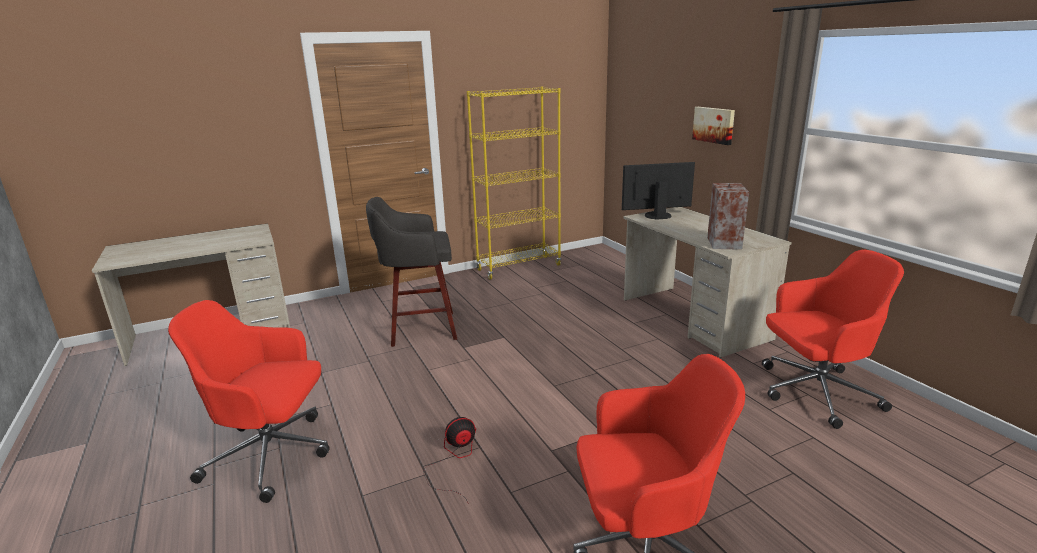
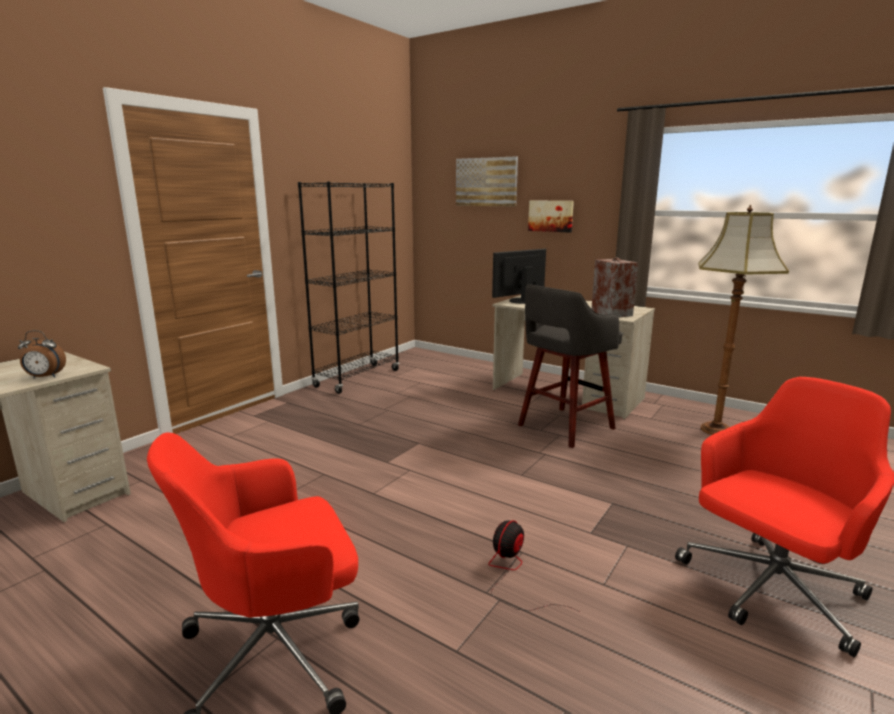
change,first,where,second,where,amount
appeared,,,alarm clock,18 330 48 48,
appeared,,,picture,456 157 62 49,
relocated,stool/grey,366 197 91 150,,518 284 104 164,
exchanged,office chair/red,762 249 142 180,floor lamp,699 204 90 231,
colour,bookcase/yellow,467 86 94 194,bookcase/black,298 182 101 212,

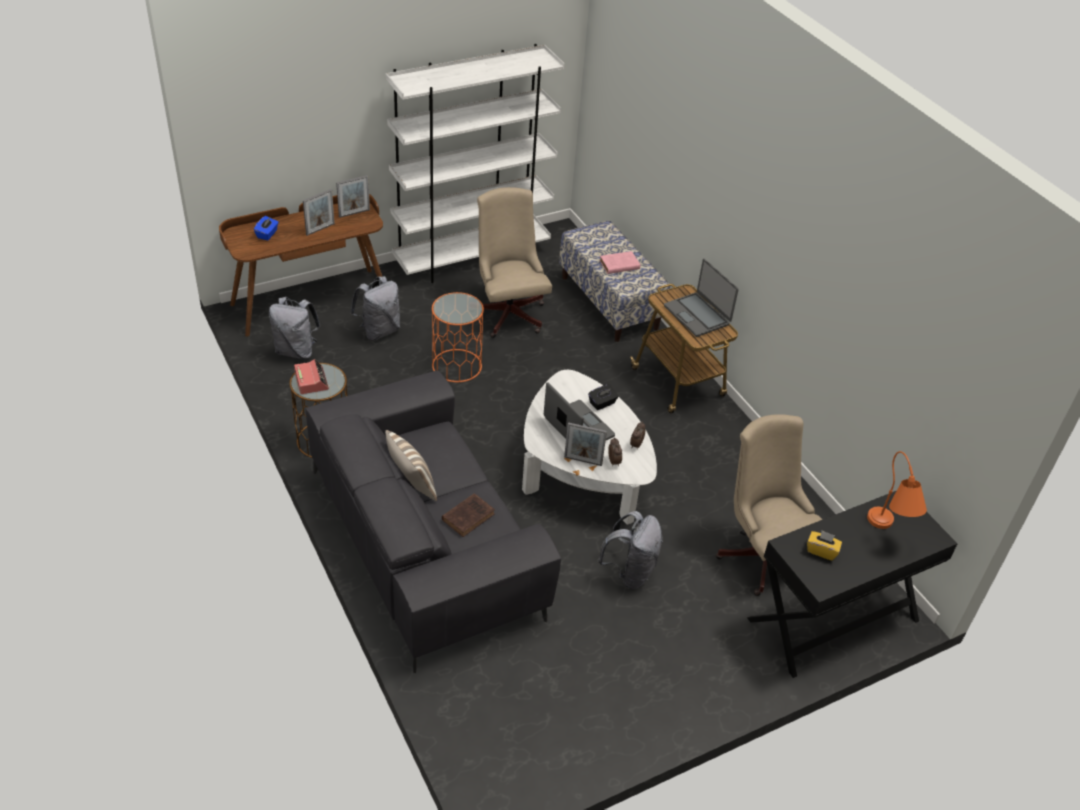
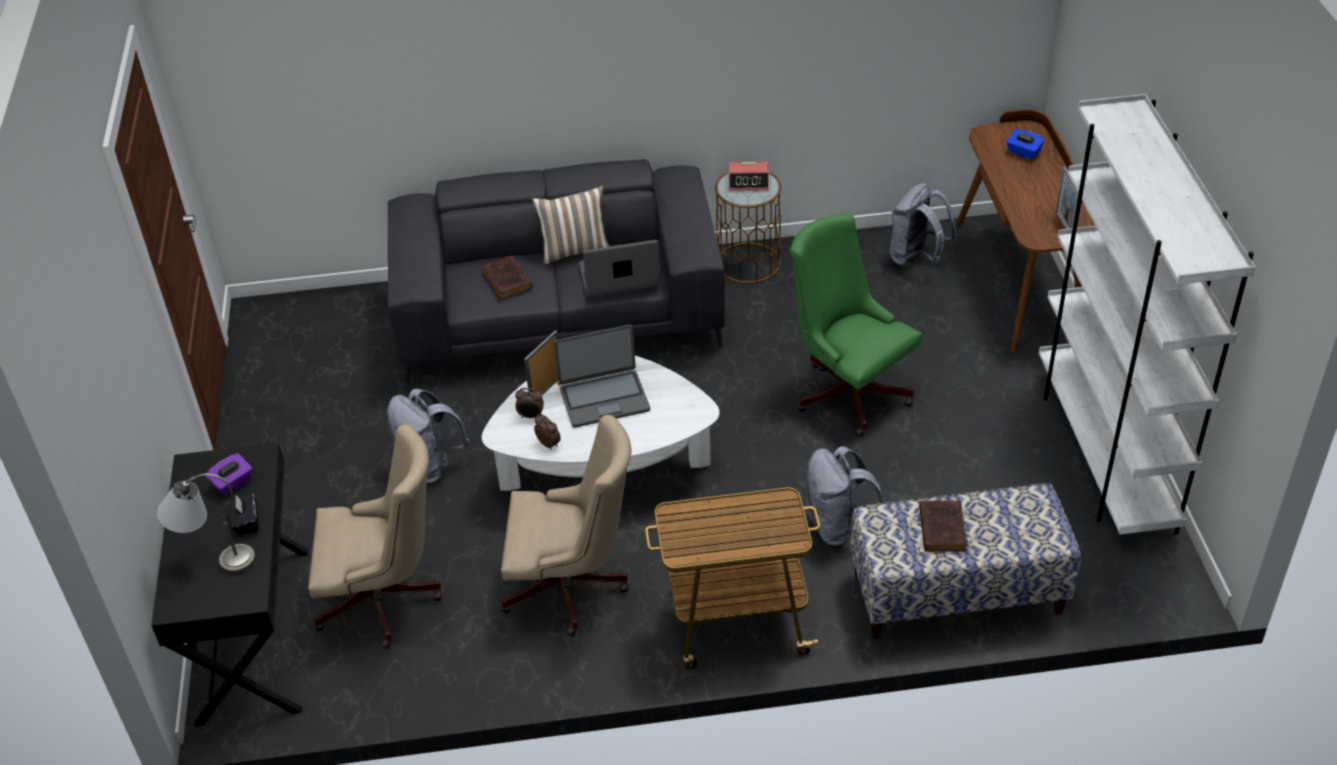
change,first,where,second,where,amount
missing,picture frame,303 189 32 47,,,
relocated,backpack/grey,350 276 50 64,,805 446 78 100,
relocated,office chair/beige,477 187 75 151,,501 415 131 221,
relocated,tissue box/black,588 384 30 26,,229 490 29 45,
relocated,laptop,664 259 74 78,,579 240 81 57,
exchanged,side table/orange,432 292 52 90,office chair/green,789 213 133 224,
colour,book/pink,600 251 40 23,book/brown,919 501 48 51,
colour,tissue box/yellow,807 530 35 31,tissue box/purple,205 453 48 43,
colour,table lamp/orange,867 451 60 78,table lamp/grey,157 474 99 100,

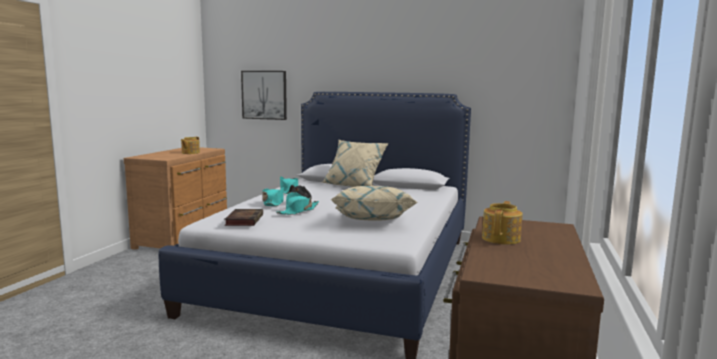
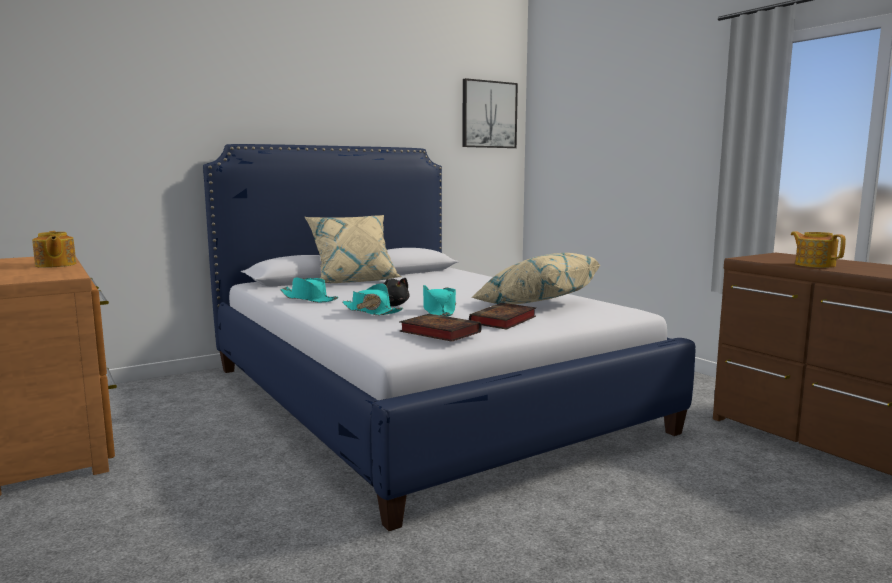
change,first,where,second,where,amount
appeared,,,book,469 303 67 27,
relocated,picture,241 71 46 49,,462 78 56 70,

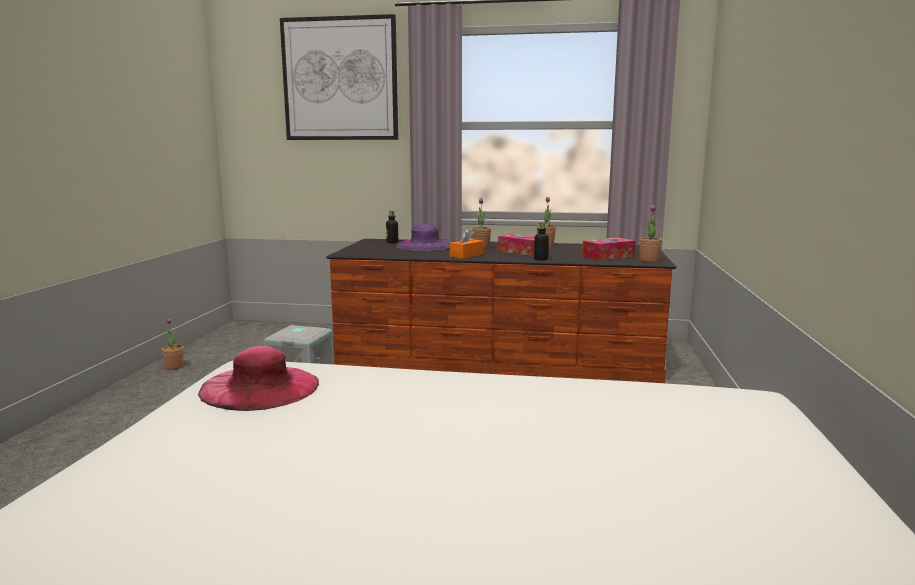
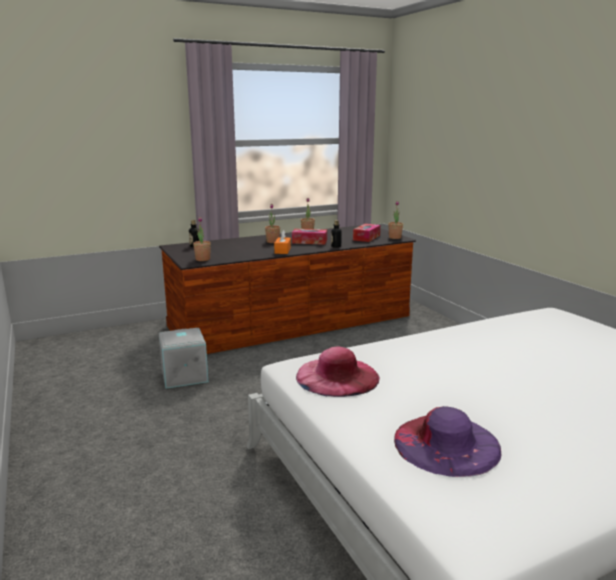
change,first,where,second,where,amount
missing,picture,280 14 118 126,,,
relocated,potted plant,161 318 23 52,,193 217 18 44,
relocated,hat/purple,396 223 57 28,,394 406 108 71,

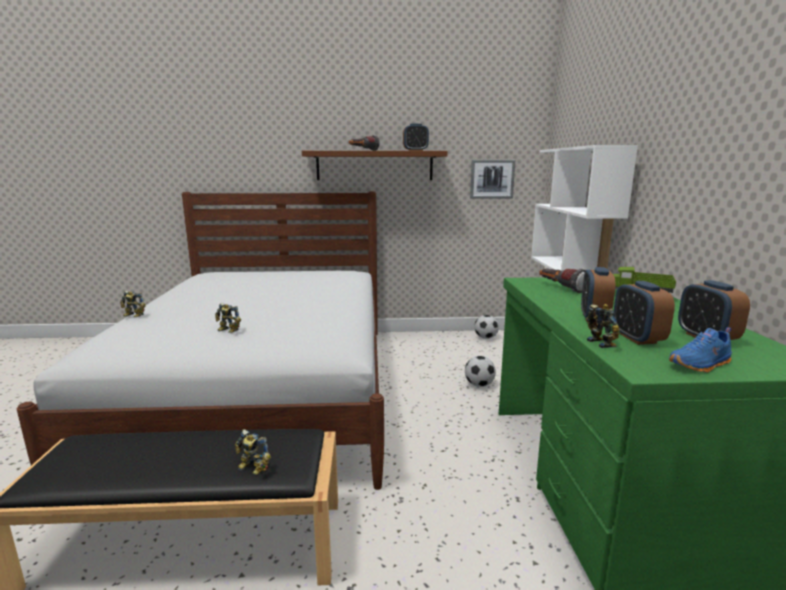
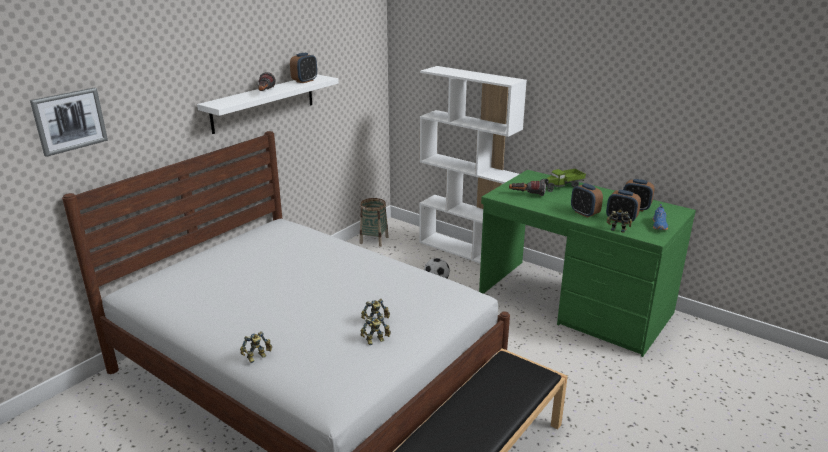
change,first,where,second,where,amount
relocated,toy robot,235 429 36 46,,361 316 30 29,
relocated,picture,470 160 45 39,,30 88 78 69,
exchanged,football,474 315 25 24,basket,360 198 28 49,
colour,shelf/brown,302 151 146 29,shelf/white,197 74 142 60,

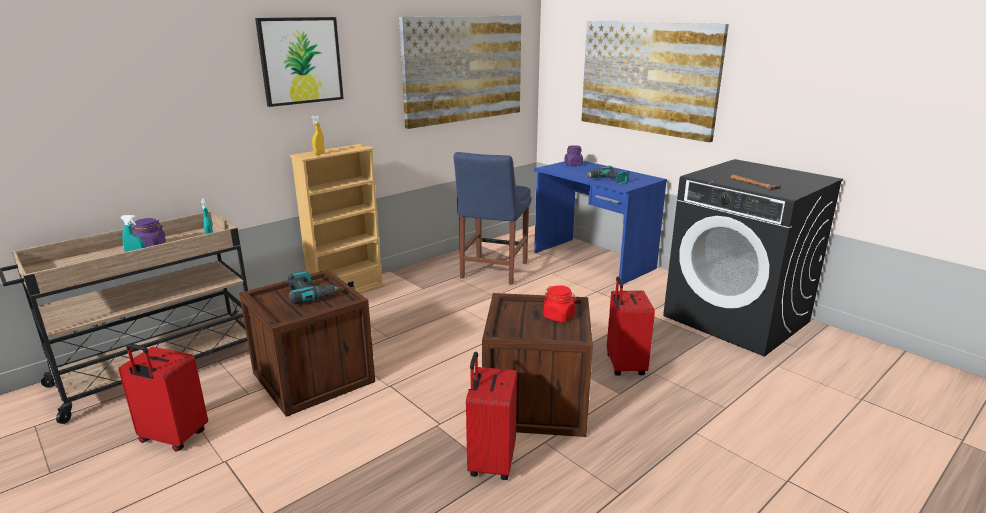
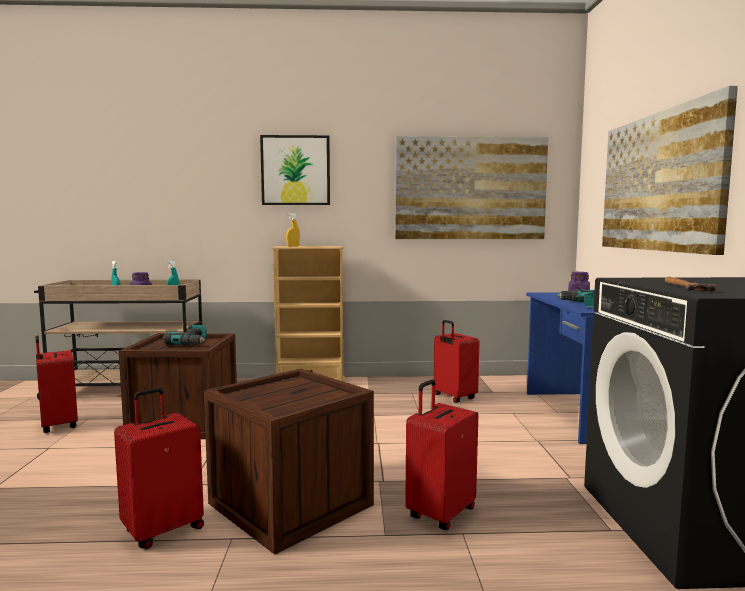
change,first,where,second,where,amount
missing,jar/red,544 285 33 37,,,
exchanged,chair/blue,454 152 77 133,suitcase/red,434 320 45 83,

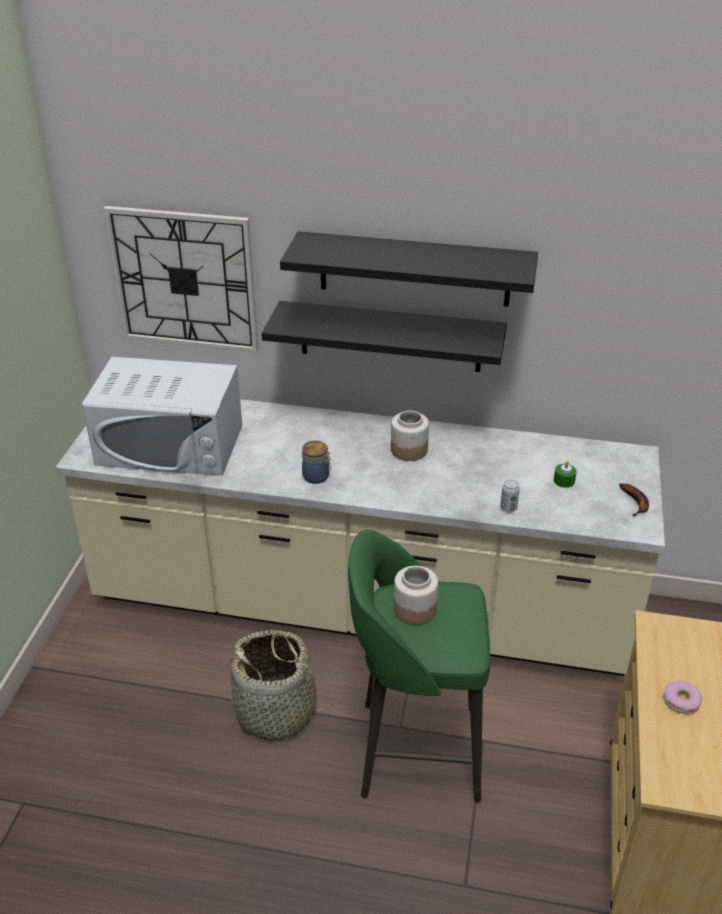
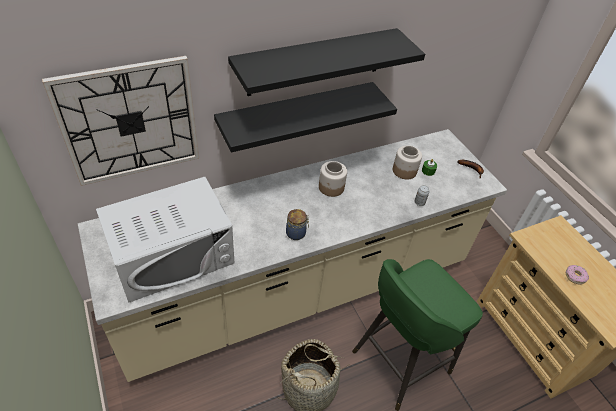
change,first,where,second,where,amount
relocated,jar,394 566 44 59,,393 145 29 35,

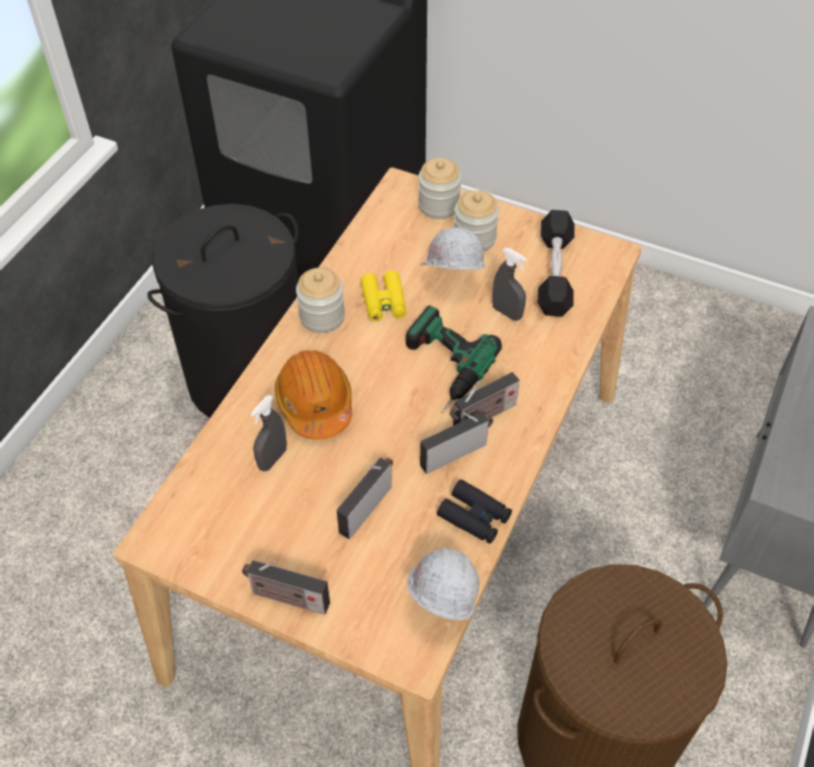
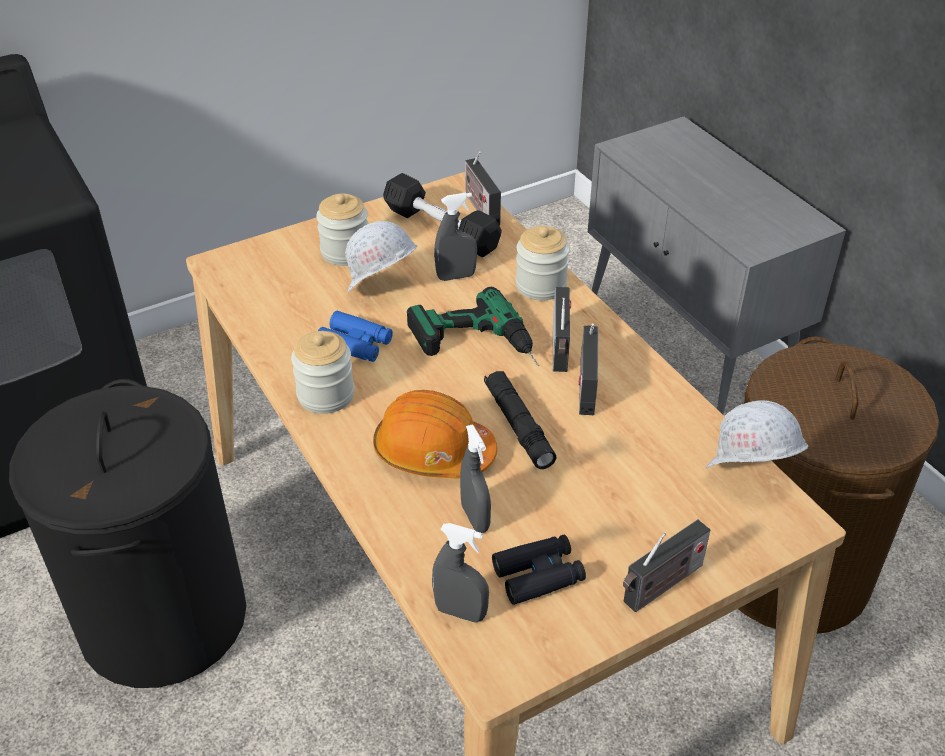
change,first,where,second,where,amount
appeared,,,spray bottle/grey,432 523 57 100,
appeared,,,flashlight/black,484 371 72 98,
relocated,radio,337 458 56 81,,465 151 36 75,
relocated,jar,418 158 44 61,,516 226 54 74,
relocated,binoculars/black,437 479 75 65,,492 535 94 70,
colour,binoculars/yellow,360 270 46 51,binoculars/blue,318 311 75 51,

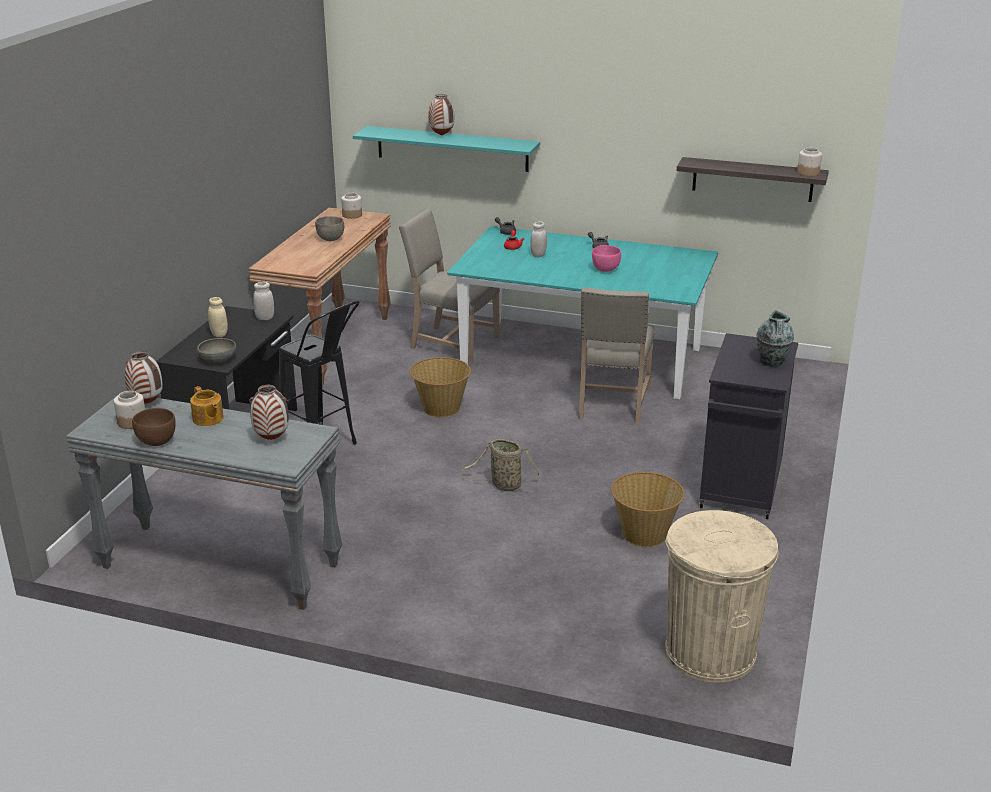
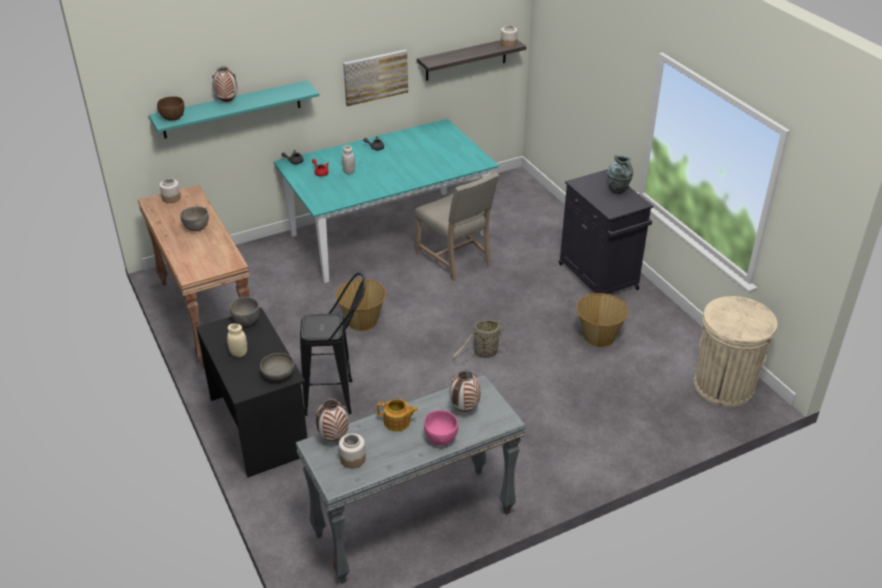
change,first,where,second,where,amount
missing,chair/beige,399 208 101 155,,,
appeared,,,picture,343 50 65 56,
relocated,bowl/brown,132 408 44 38,,157 96 27 25,
relocated,bowl/pink,592 245 29 27,,424 410 34 36,
exchanged,jar/white,253 282 21 38,bowl/grey,230 297 30 29,

